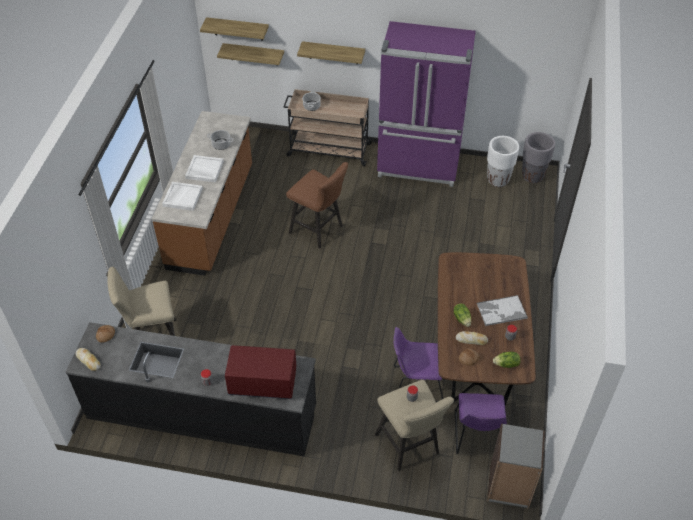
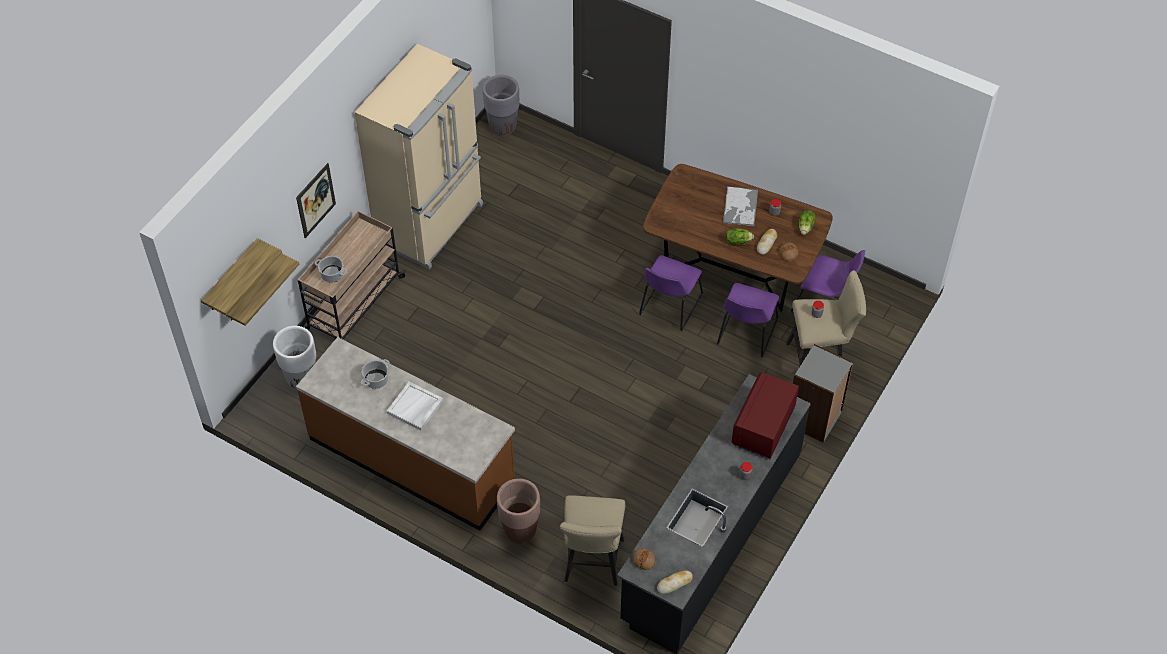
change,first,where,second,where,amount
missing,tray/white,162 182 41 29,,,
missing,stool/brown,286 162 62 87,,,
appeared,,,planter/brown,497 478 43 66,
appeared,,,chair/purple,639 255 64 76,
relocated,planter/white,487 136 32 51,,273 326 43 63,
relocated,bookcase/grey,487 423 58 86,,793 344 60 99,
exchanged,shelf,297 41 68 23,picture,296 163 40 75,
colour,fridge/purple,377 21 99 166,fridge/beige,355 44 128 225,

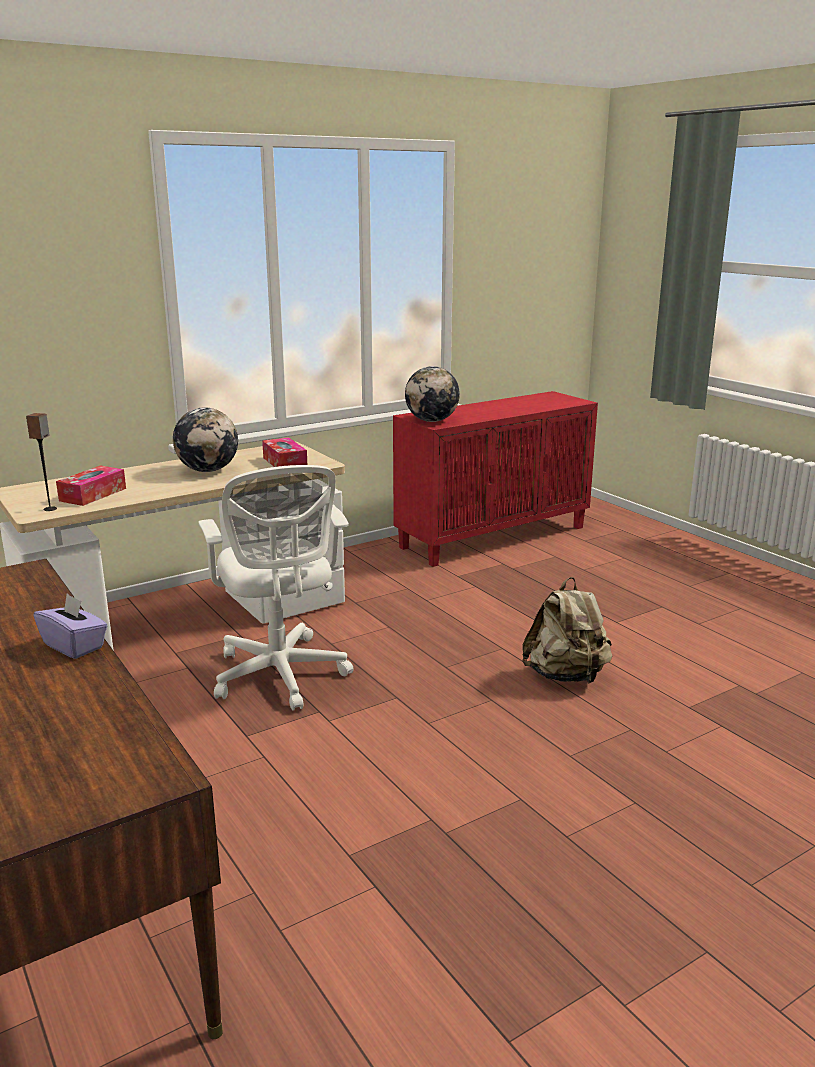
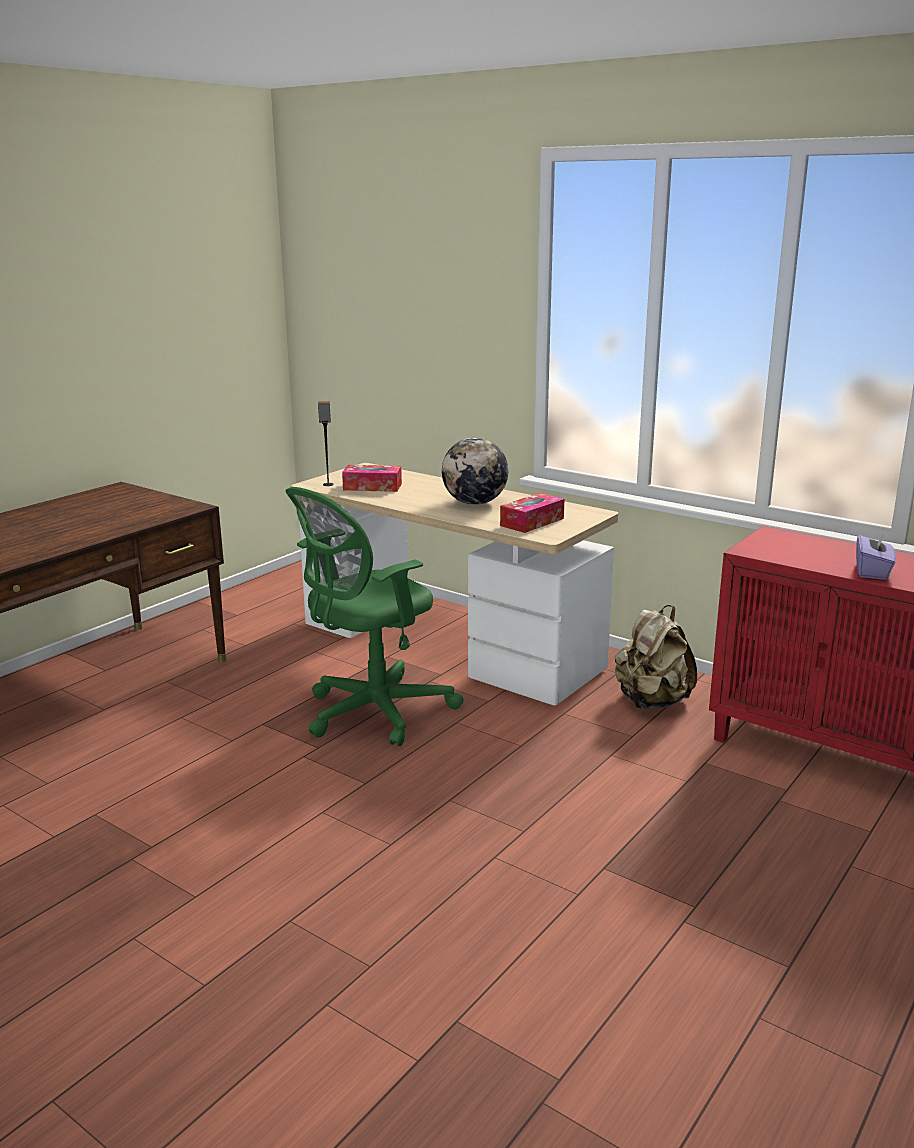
change,first,where,second,where,amount
missing,globe,405 366 55 56,,,
relocated,tissue box/purple,33 594 75 65,,856 530 40 50,
relocated,backpack/beige,522 577 90 106,,615 605 82 104,
colour,office chair/white,199 465 155 246,office chair/green,286 487 178 259,

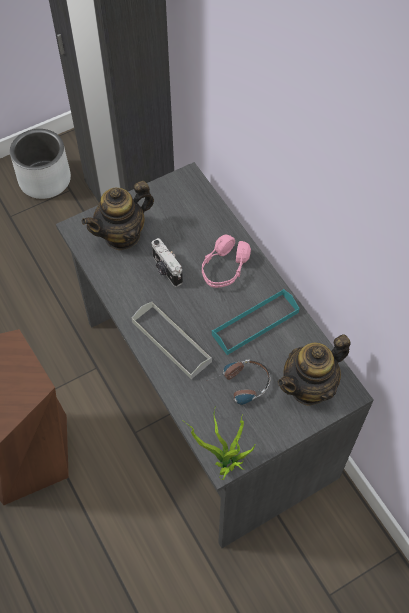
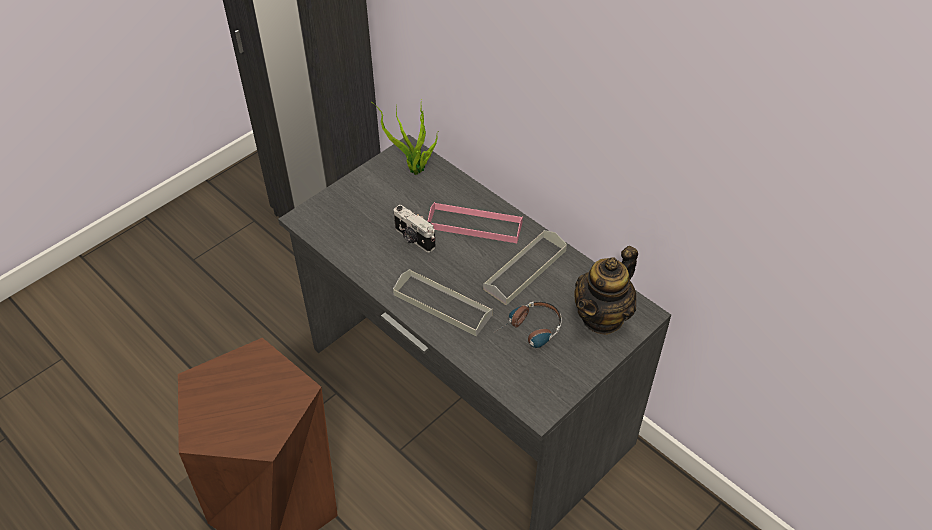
change,first,where,second,where,amount
missing,planter/grey,10 129 61 70,,,
missing,teapot,82 181 72 69,,,
relocated,potted plant,182 406 75 74,,373 100 65 75,
exchanged,headphones/pink,202 234 49 54,tray/pink,427 202 96 41,
colour,tray/turquoise,212 289 88 66,tray/grey,483 230 84 75,

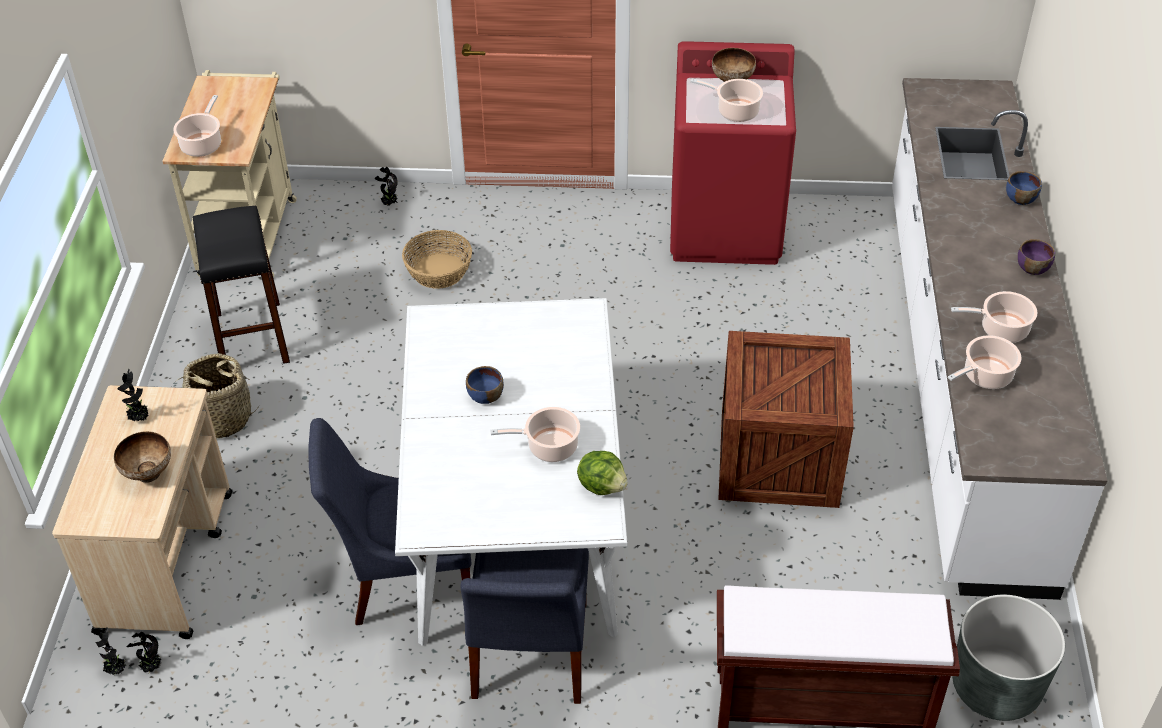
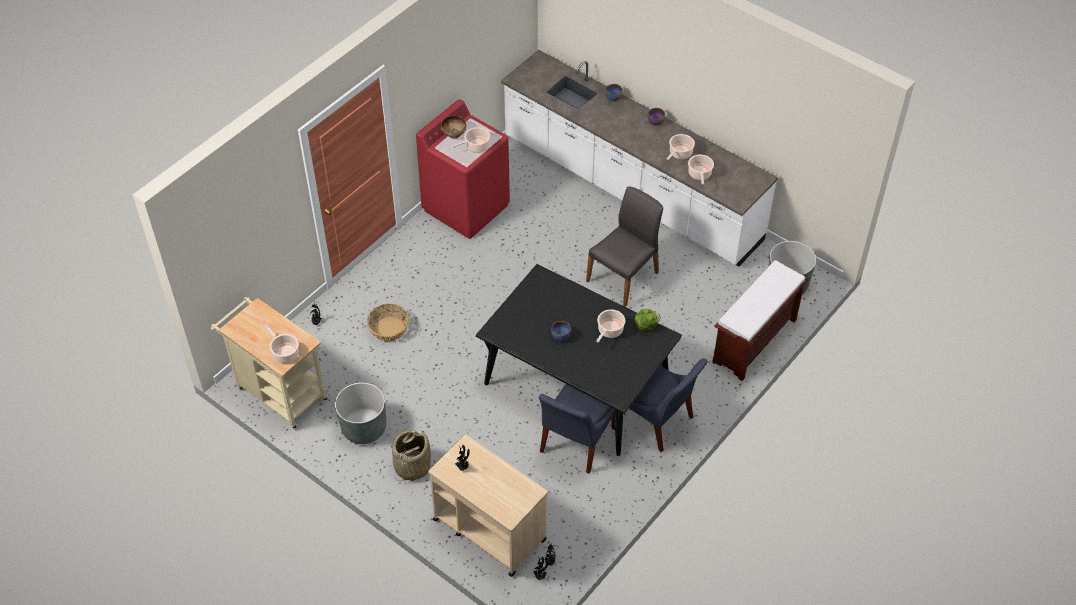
change,first,where,second,where,amount
missing,bowl,114 431 57 52,,,
exchanged,stool/black,193 206 97 158,planter/grey,335 382 51 62,
exchanged,crate,718 331 136 177,chair/grey,586 186 77 121,
colour,dining table/white,395 298 233 348,dining table/black,476 264 206 192,

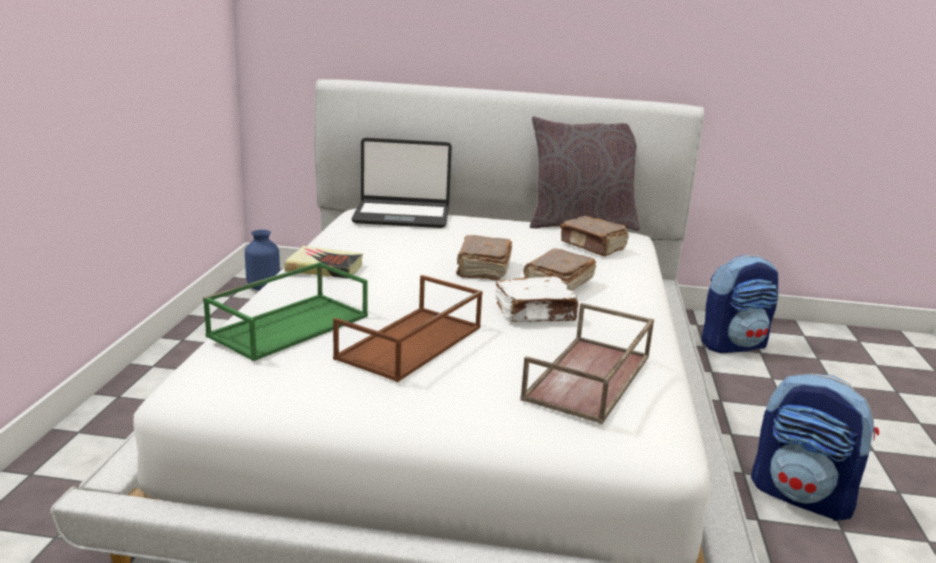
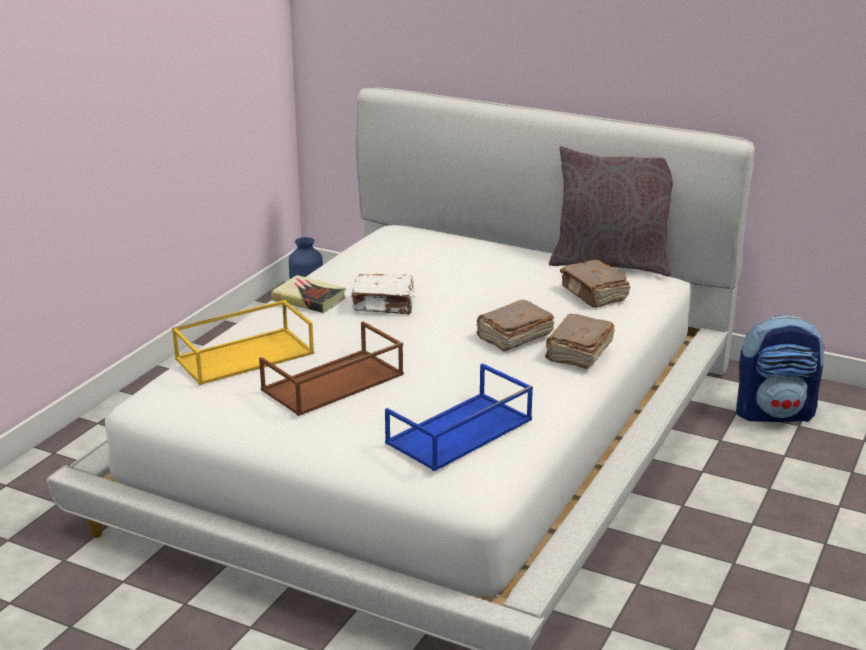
change,first,where,second,where,amount
missing,laptop,351 138 101 90,,,
missing,backpack,751 373 128 148,,,
relocated,book/brown,456 235 56 46,,545 314 70 55,
relocated,book/white,495 276 84 46,,351 274 64 40,
colour,tray/green,203 262 165 99,tray/yellow,172 300 142 85,
colour,tray/brown,520 303 134 121,tray/blue,385 363 148 108,

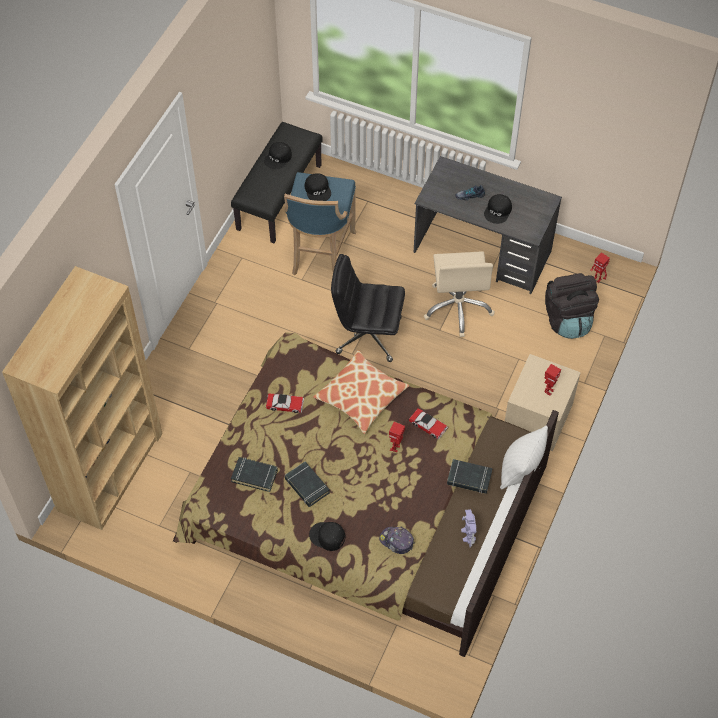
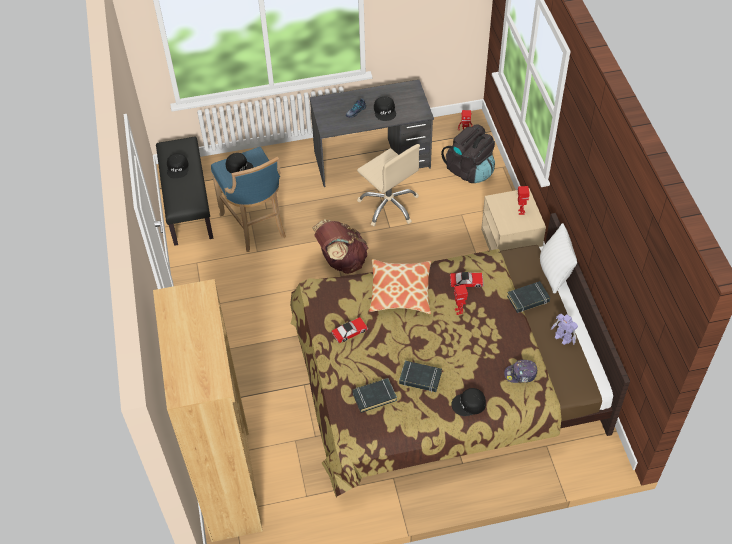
change,first,where,second,where,amount
exchanged,office chair/black,331 254 74 108,backpack/brown,312 219 56 55,

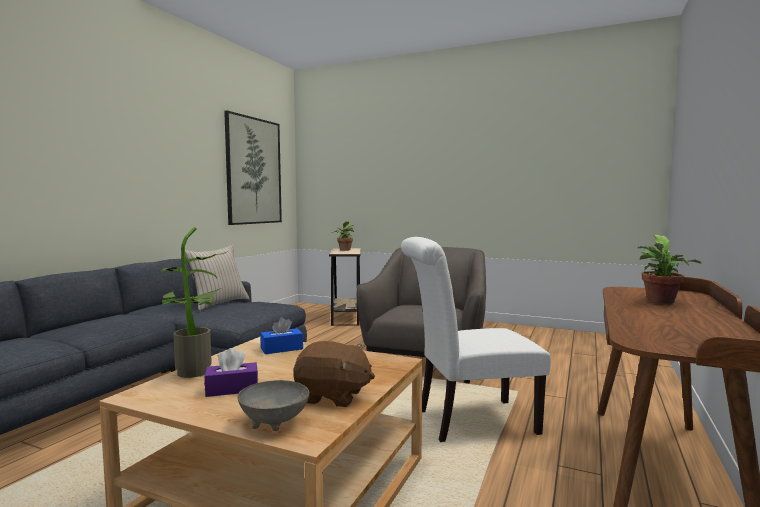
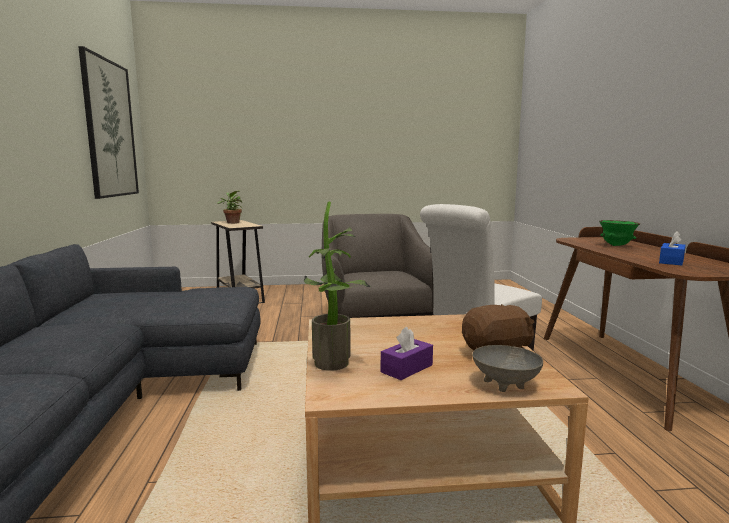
change,first,where,second,where,amount
missing,pillow/beige,185 245 64 66,,,
relocated,tissue box/blue,260 317 43 37,,659 231 27 35,
exchanged,potted plant,638 235 64 69,bowl/green,599 220 41 26,

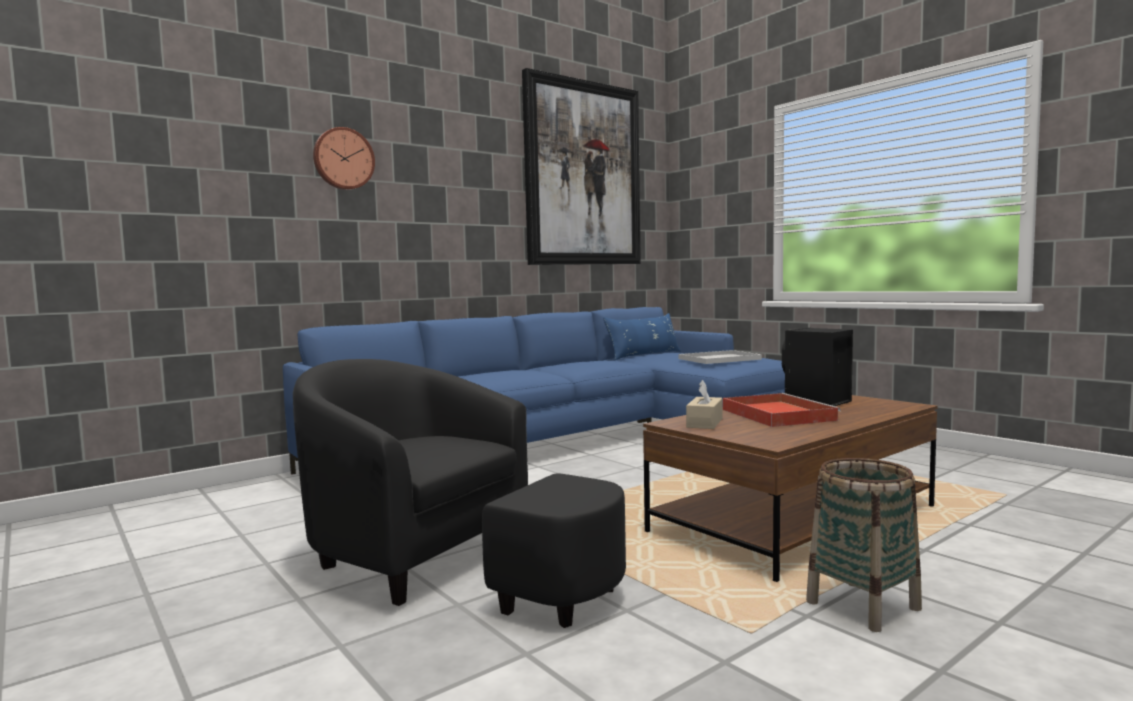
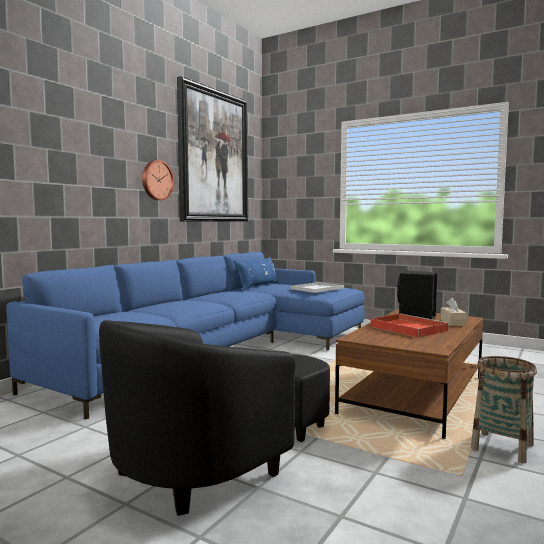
change,first,where,second,where,amount
relocated,wall clock,313 127 62 63,,142 160 32 40,
relocated,tissue box/beige,686 380 36 49,,440 298 27 28,
spun,armchair/black,293 359 333 269,,99 320 231 196,60 degrees counterclockwise

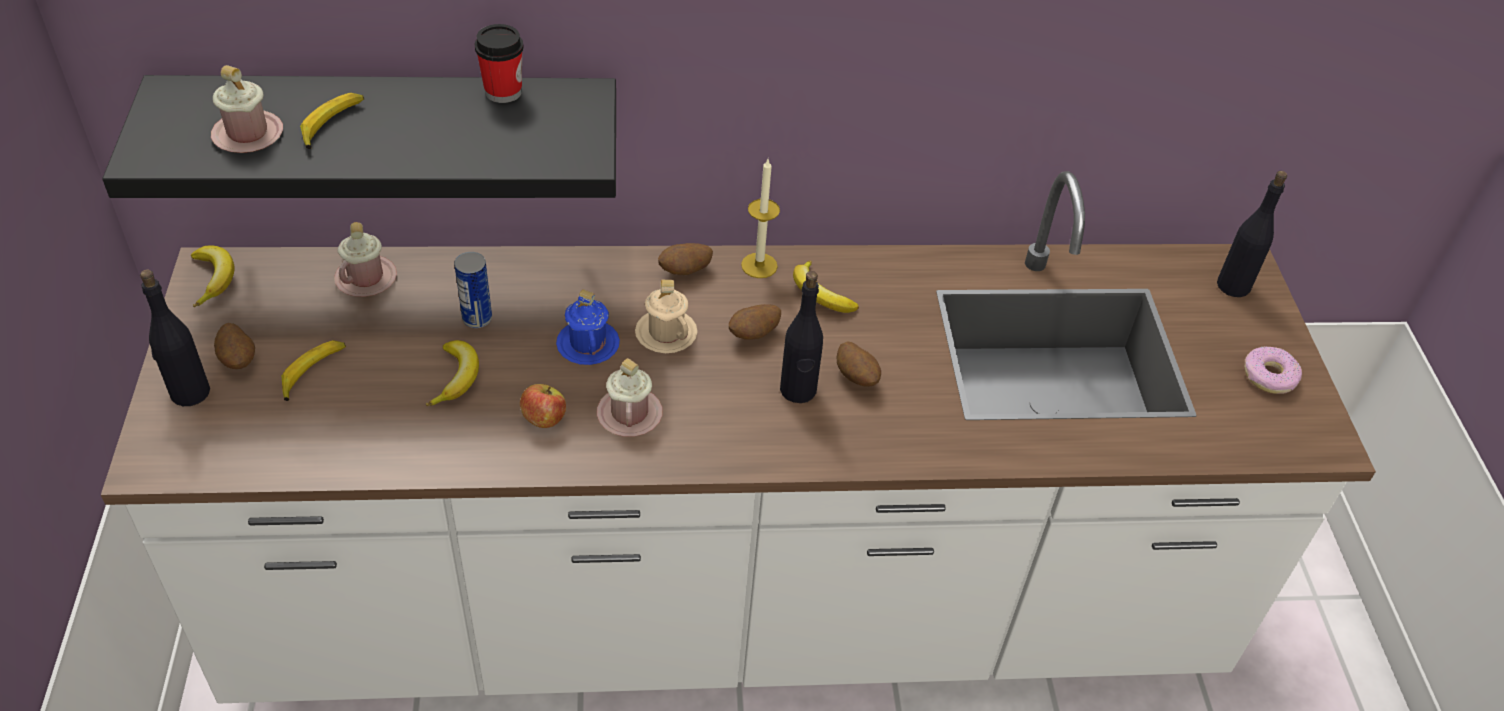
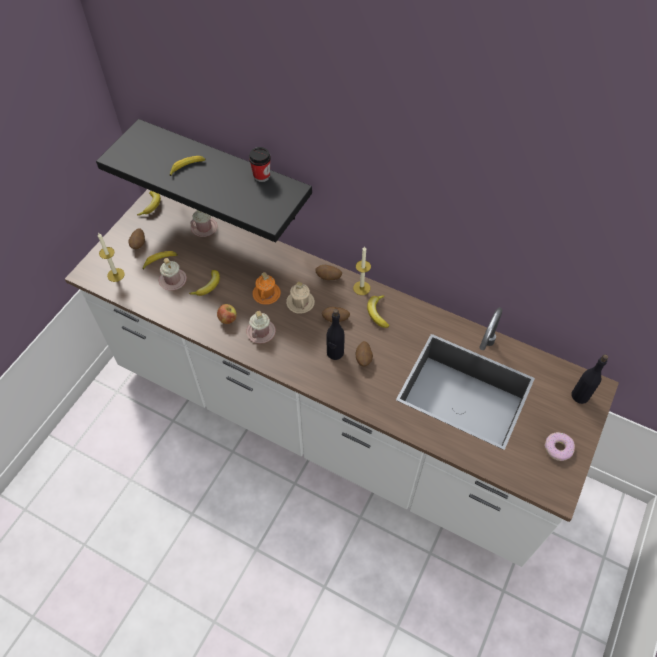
change,first,where,second,where,amount
missing,bottle/black,140 270 70 136,,,
missing,can,454 252 38 76,,,
appeared,,,candle,98 233 27 49,
relocated,mug/pink,211 65 72 88,,159 258 28 32,
colour,mug/blue,556 289 64 76,mug/orange,252 272 29 33,

